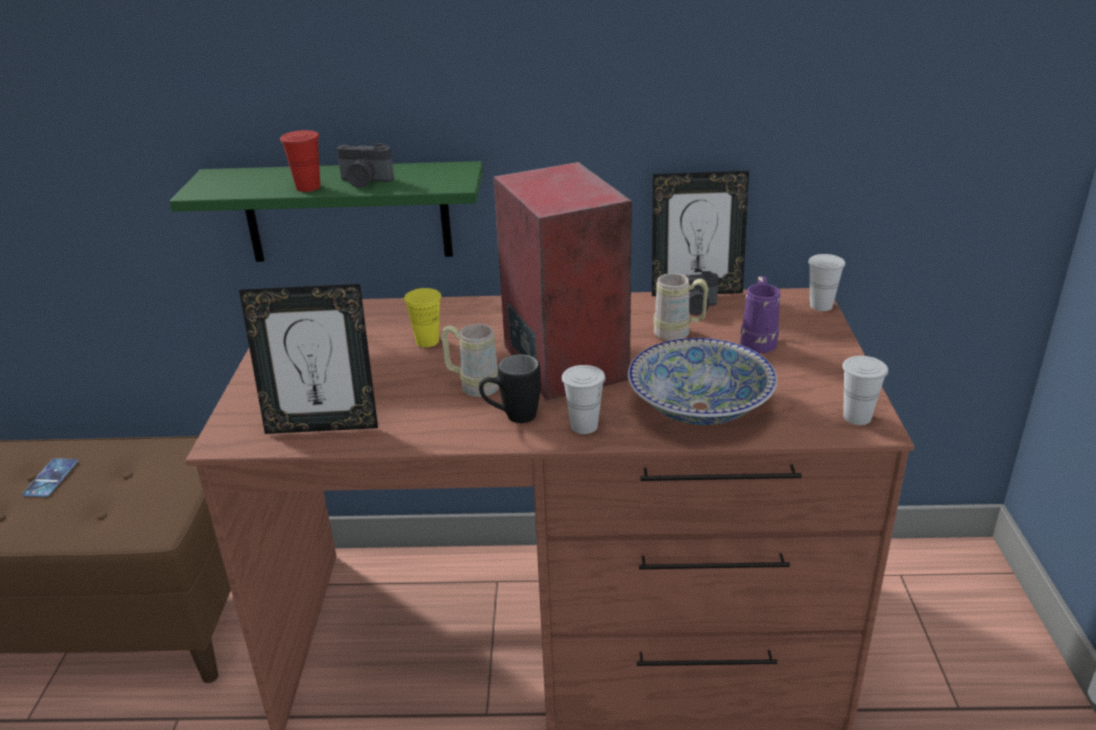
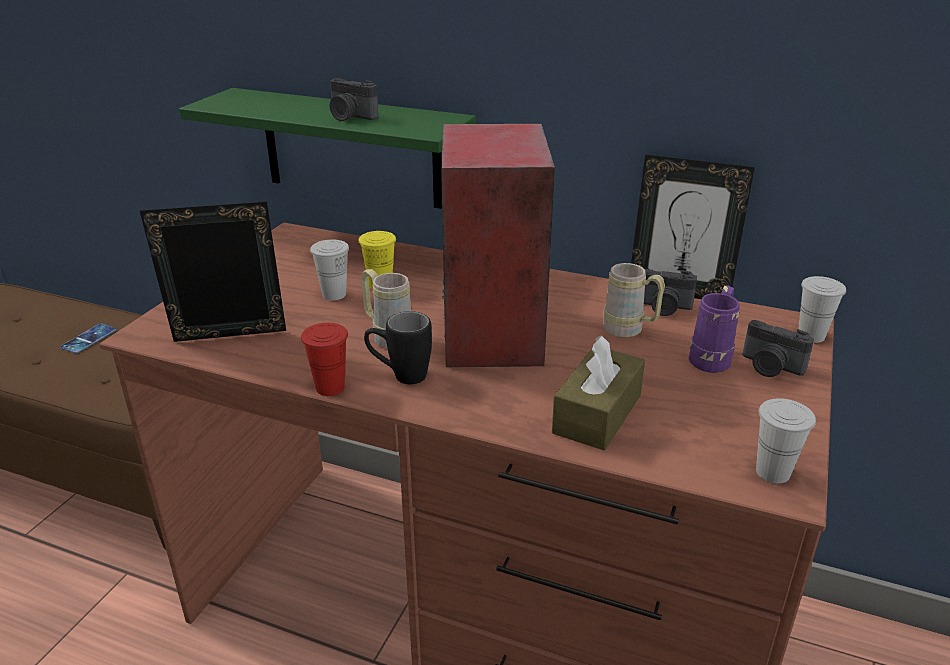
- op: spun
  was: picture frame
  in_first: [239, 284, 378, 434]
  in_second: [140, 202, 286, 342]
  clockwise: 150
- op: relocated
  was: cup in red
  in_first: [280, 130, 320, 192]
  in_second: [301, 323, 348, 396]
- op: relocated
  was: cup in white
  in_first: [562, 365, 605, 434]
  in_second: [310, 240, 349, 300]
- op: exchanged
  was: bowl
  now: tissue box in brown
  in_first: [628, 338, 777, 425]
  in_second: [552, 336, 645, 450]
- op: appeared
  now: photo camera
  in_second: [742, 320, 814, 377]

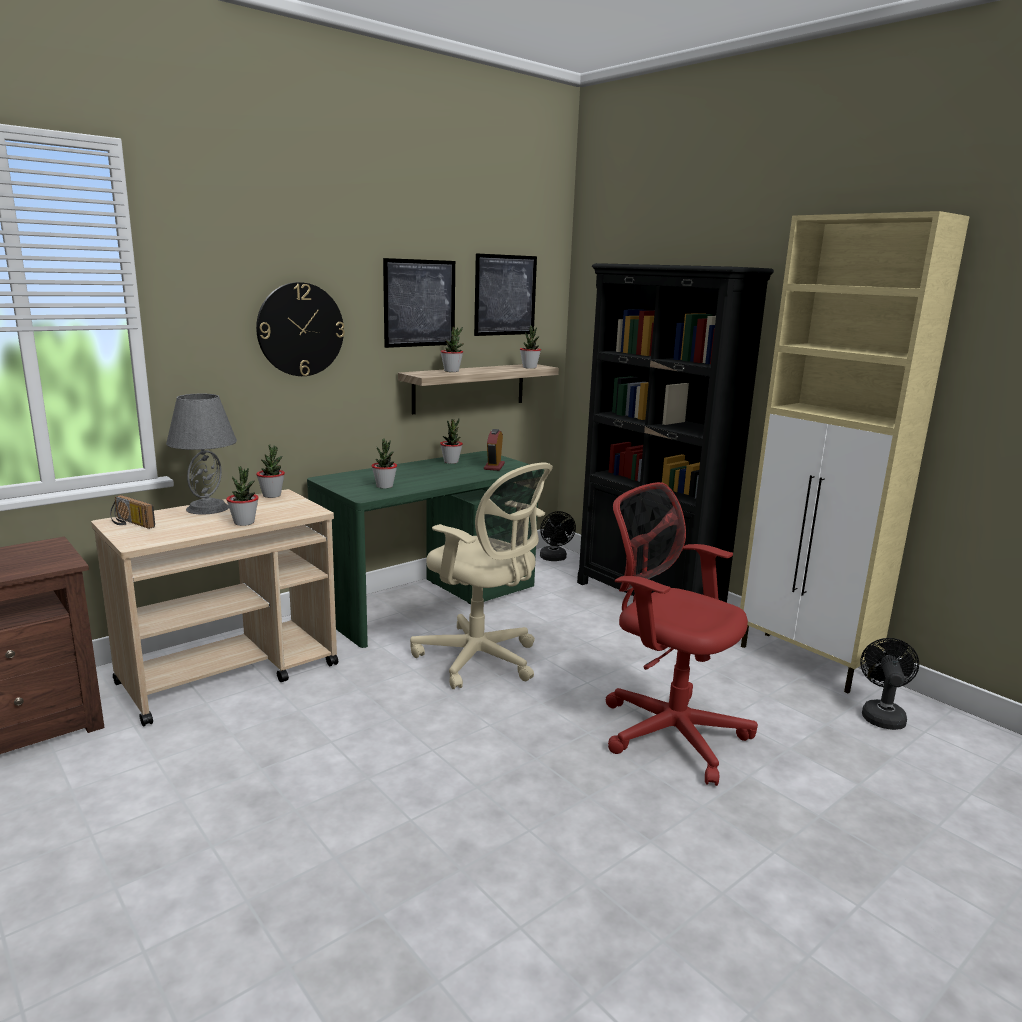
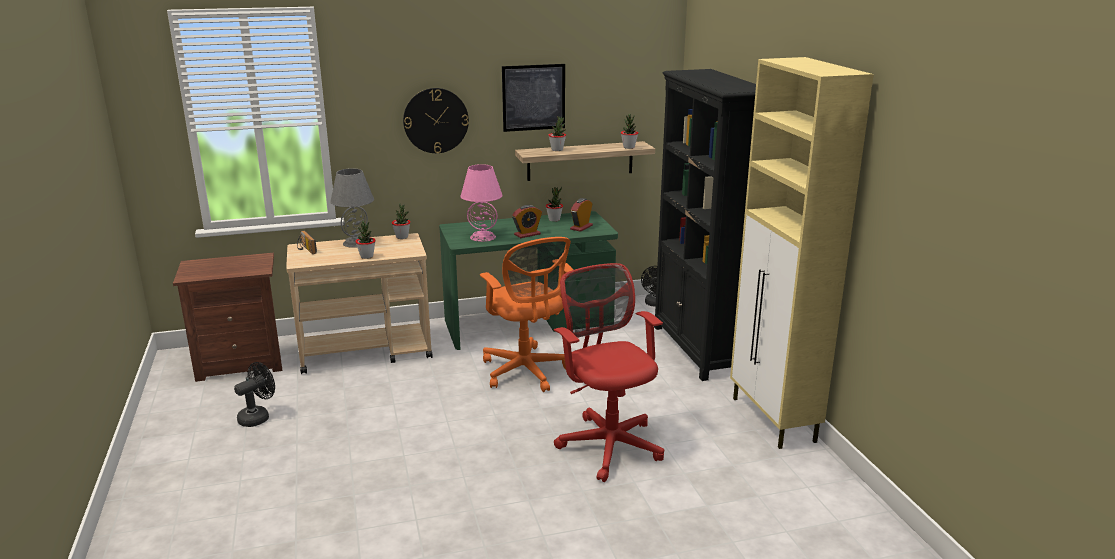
- op: exchanged
  was: potted plant
  now: table lamp in pink
  in_first: [372, 438, 397, 489]
  in_second: [460, 164, 502, 242]
- op: colour
  was: office chair in beige
  now: office chair in orange
  in_first: [410, 463, 553, 689]
  in_second: [480, 237, 573, 392]
- op: missing
  was: picture
  in_first: [474, 253, 537, 336]
- op: relocated
  was: fan in black
  in_first: [860, 638, 919, 730]
  in_second: [234, 362, 275, 427]
- op: appeared
  now: alarm clock
  in_second: [512, 205, 542, 238]

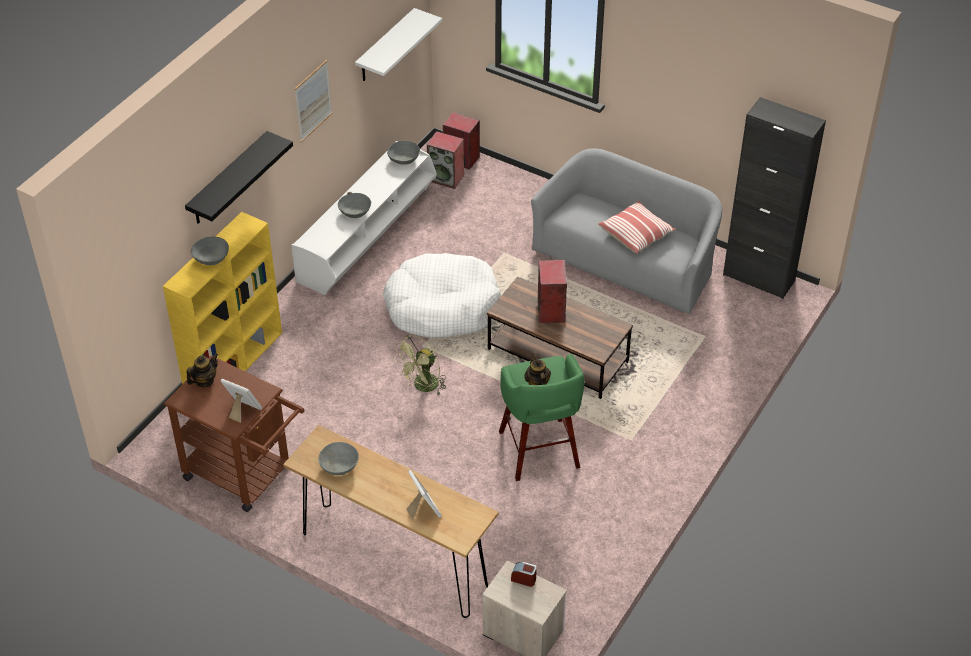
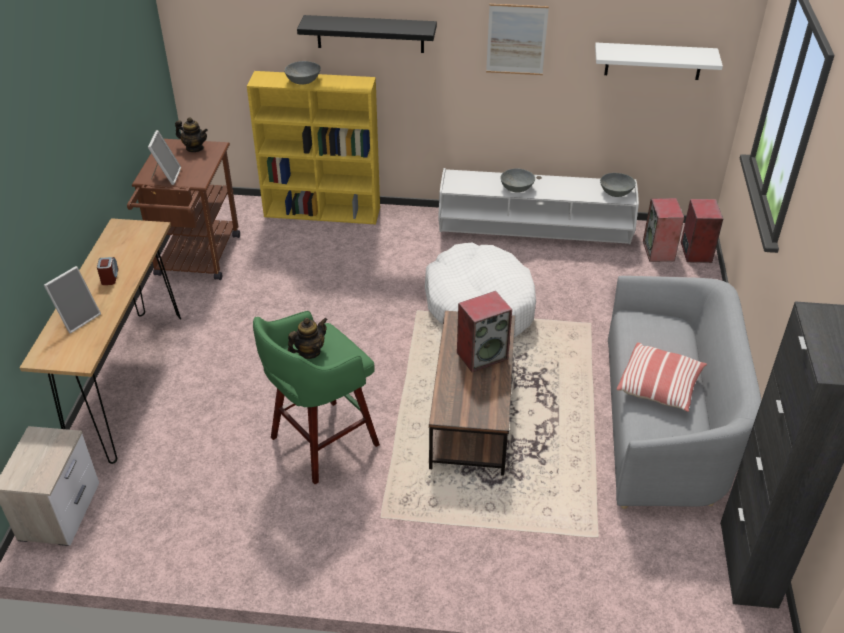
- op: missing
  was: bowl in grey
  in_first: [318, 442, 359, 475]
- op: missing
  was: fan in green
  in_first: [394, 335, 446, 396]
- op: relocated
  was: alarm clock
  in_first: [511, 562, 537, 587]
  in_second: [97, 257, 118, 285]

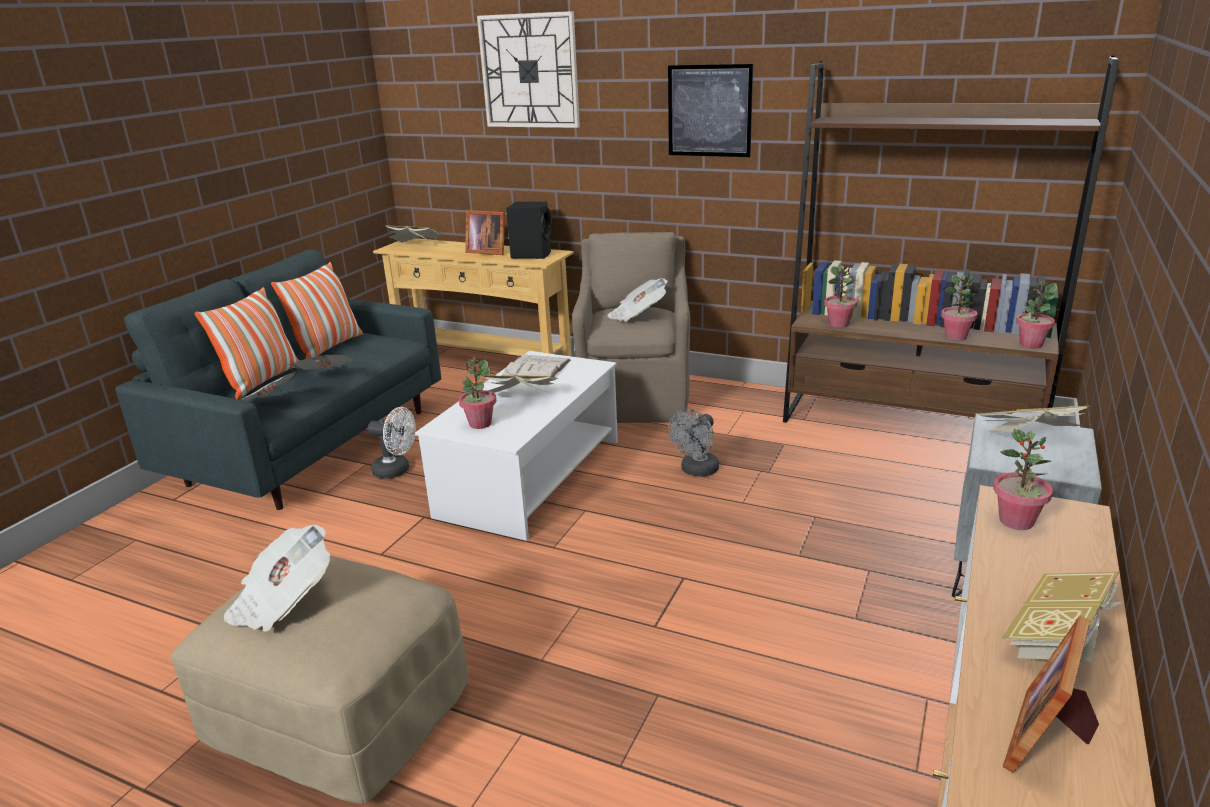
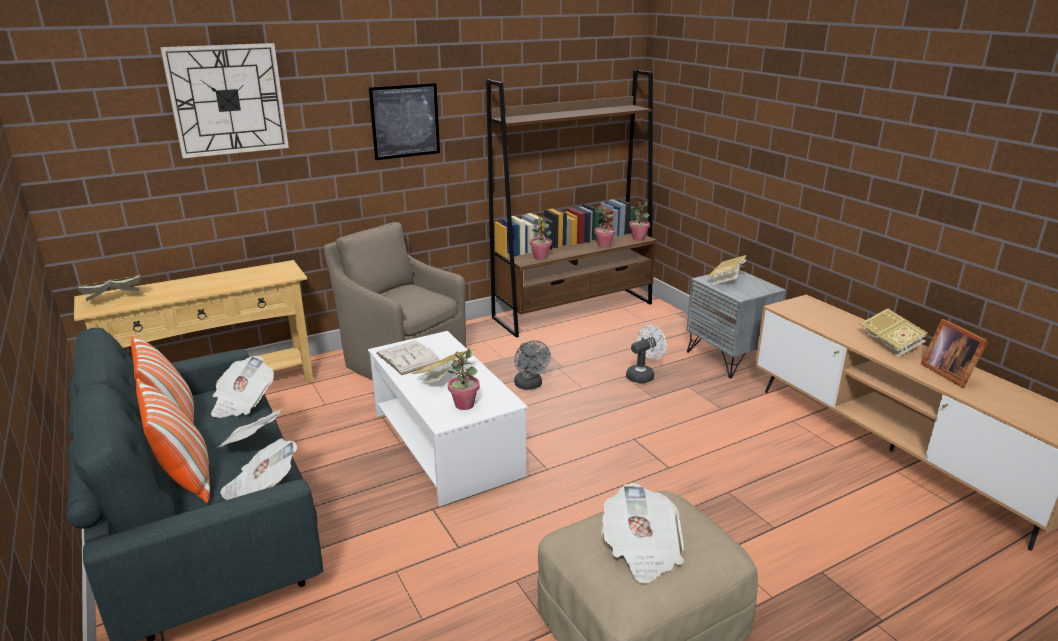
- op: relocated
  was: fan in white
  in_first: [368, 407, 416, 479]
  in_second: [626, 325, 667, 383]
- op: missing
  was: picture frame
  in_first: [465, 210, 505, 255]
- op: missing
  was: speaker in black
  in_first: [506, 201, 552, 259]
- op: relocated
  was: newspaper
  in_first: [607, 278, 668, 322]
  in_second: [211, 356, 274, 418]
- op: missing
  was: potted plant
  in_first: [993, 429, 1053, 530]

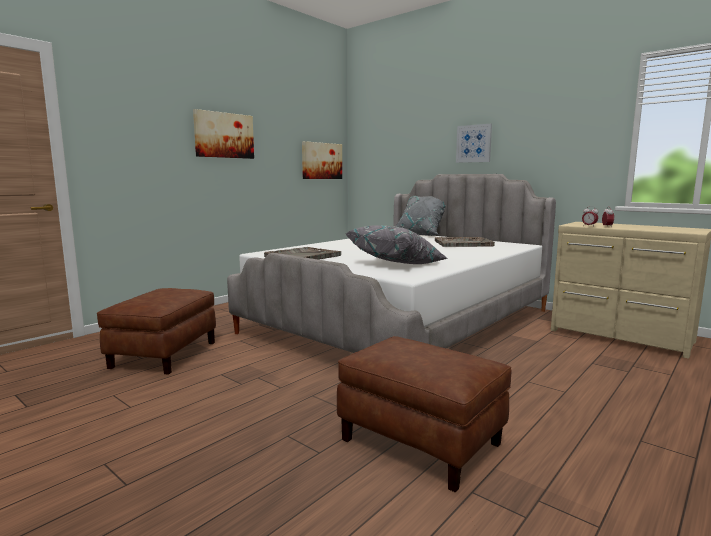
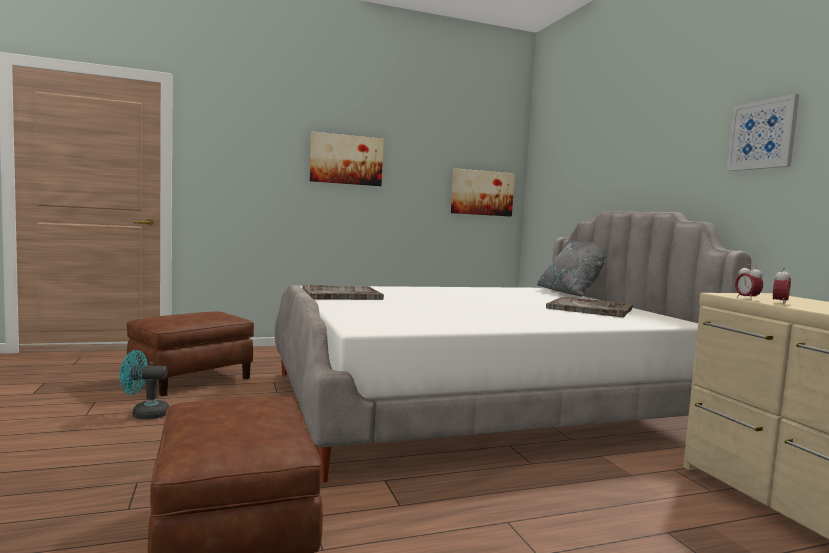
- op: missing
  was: pillow in grey
  in_first: [346, 225, 448, 264]
- op: relocated
  was: picture
  in_first: [456, 124, 492, 163]
  in_second: [727, 94, 799, 171]
- op: appeared
  now: fan in turquoise
  in_second: [120, 350, 169, 419]

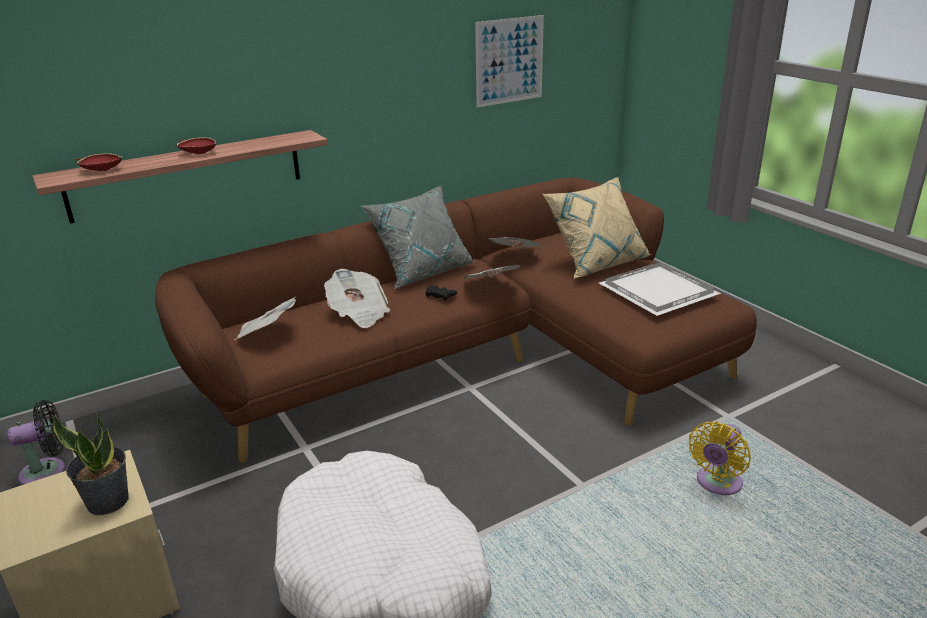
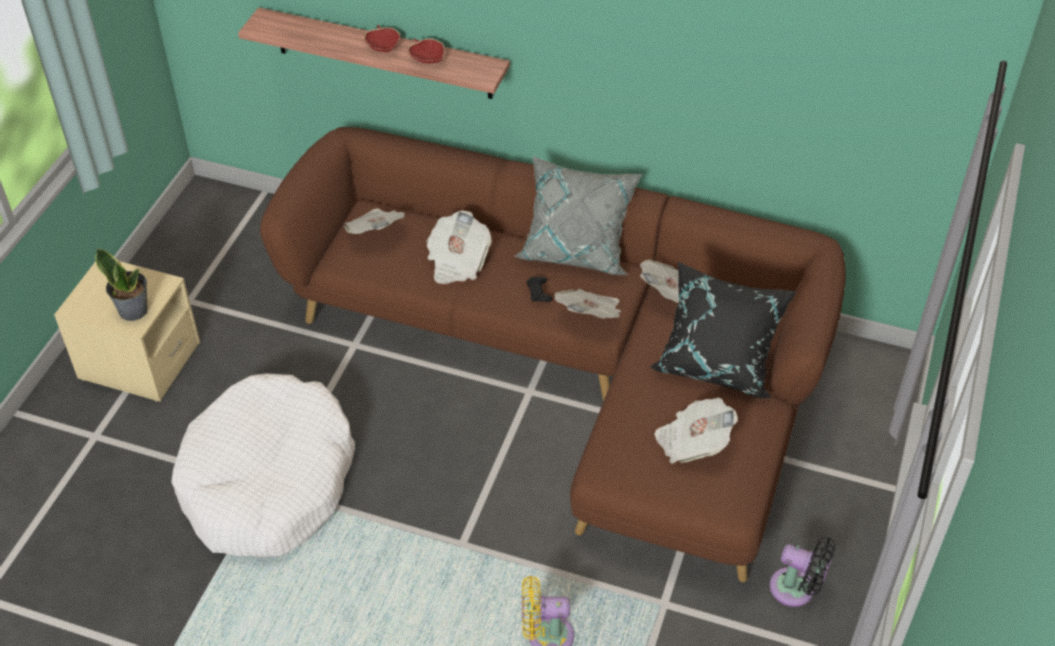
- op: relocated
  was: fan in black
  in_first: [7, 400, 65, 485]
  in_second: [770, 537, 836, 607]
- op: relocated
  was: bowl in red
  in_first: [75, 153, 122, 172]
  in_second: [408, 39, 445, 63]
- op: missing
  was: picture
  in_first: [475, 15, 544, 108]
- op: colour
  was: pillow in beige
  now: pillow in black
  in_first: [543, 177, 651, 279]
  in_second: [649, 261, 796, 398]
- op: exchanged
  was: tray in white
  now: newspaper
  in_first: [599, 262, 721, 316]
  in_second: [654, 398, 738, 464]

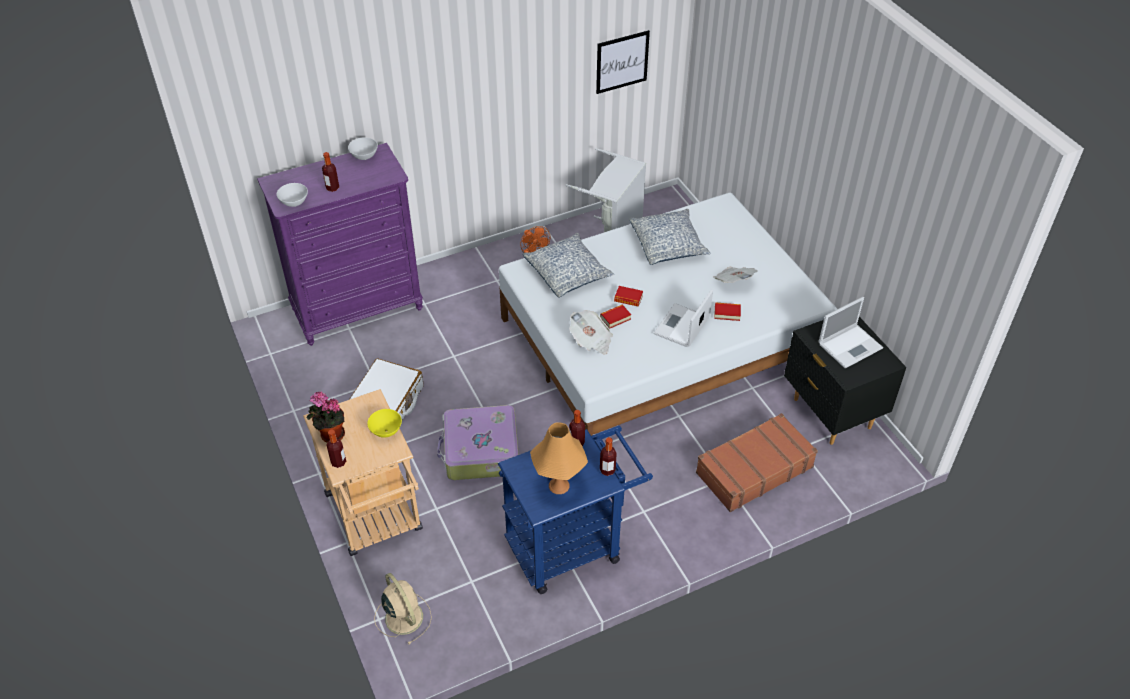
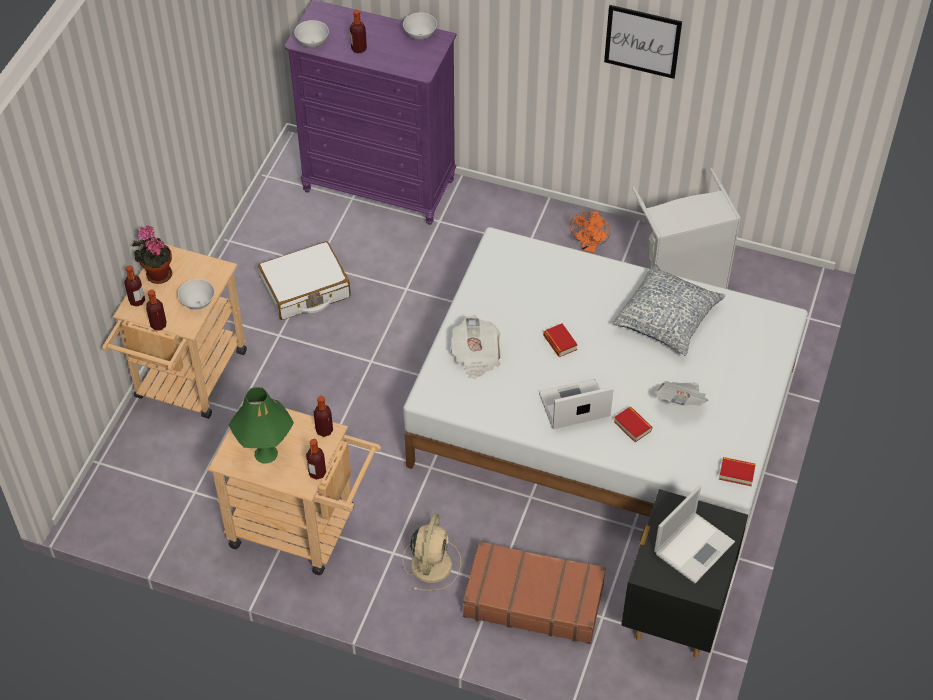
- op: colour
  was: bowl in yellow
  now: bowl in white
  in_first: [367, 409, 402, 438]
  in_second: [178, 279, 215, 310]
- op: relocated
  was: fan in beige
  in_first: [374, 573, 432, 645]
  in_second: [403, 514, 461, 591]
- op: missing
  was: suitcase
  in_first: [437, 405, 519, 480]
- op: colour
  was: cart in blue
  now: cart in beige
  in_first: [498, 426, 653, 594]
  in_second: [208, 402, 381, 575]
- op: missing
  was: pillow
  in_first: [523, 233, 614, 298]
- op: colour
  was: table lamp in orange
  now: table lamp in green
  in_first: [530, 422, 588, 494]
  in_second: [229, 387, 294, 463]
- op: relocated
  was: picture
  in_first: [596, 30, 650, 94]
  in_second: [604, 5, 682, 79]
- op: relocated
  was: book
  in_first: [600, 305, 631, 329]
  in_second: [719, 457, 756, 486]
- op: spun
  was: laptop
  in_first: [819, 297, 883, 368]
  in_second: [654, 485, 735, 583]
  clockwise: -60
- op: appeared
  now: bottle
  in_second: [146, 290, 167, 331]

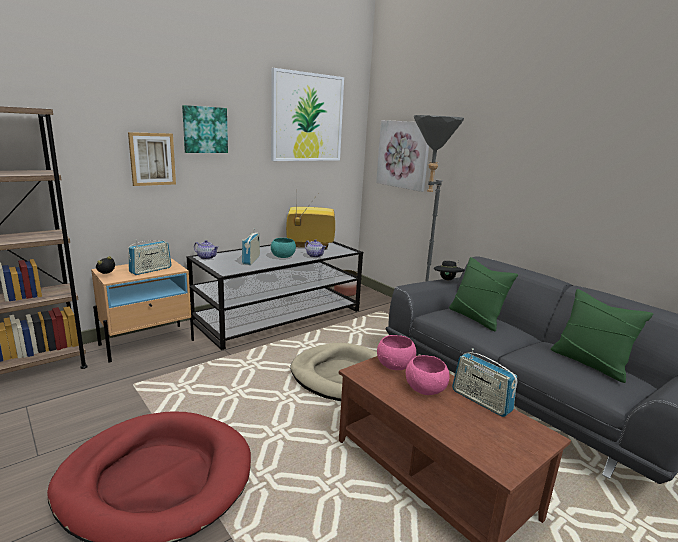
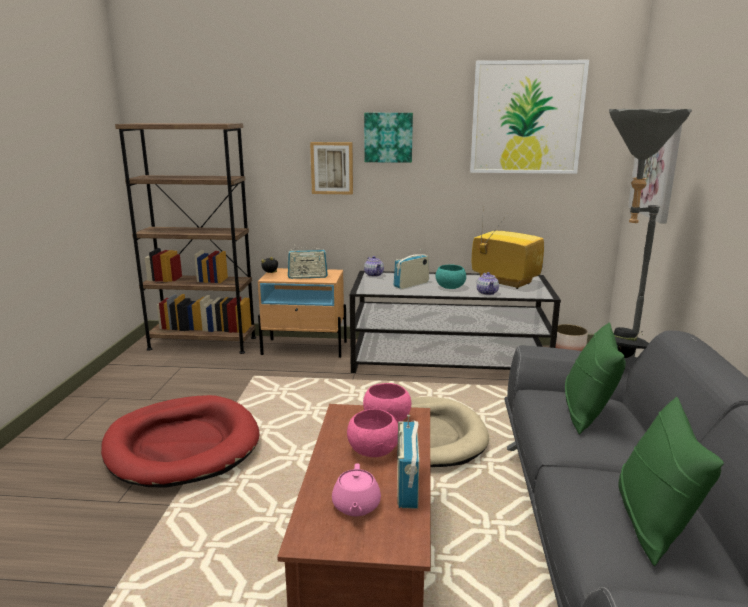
- op: appeared
  now: teapot in pink
  in_second: [332, 463, 381, 516]

